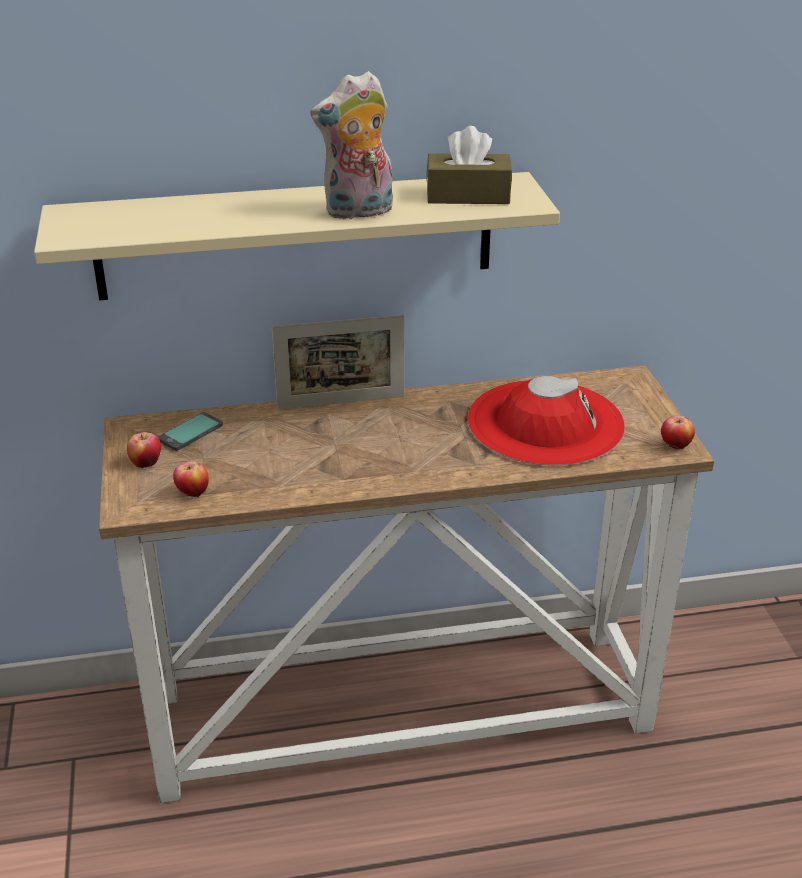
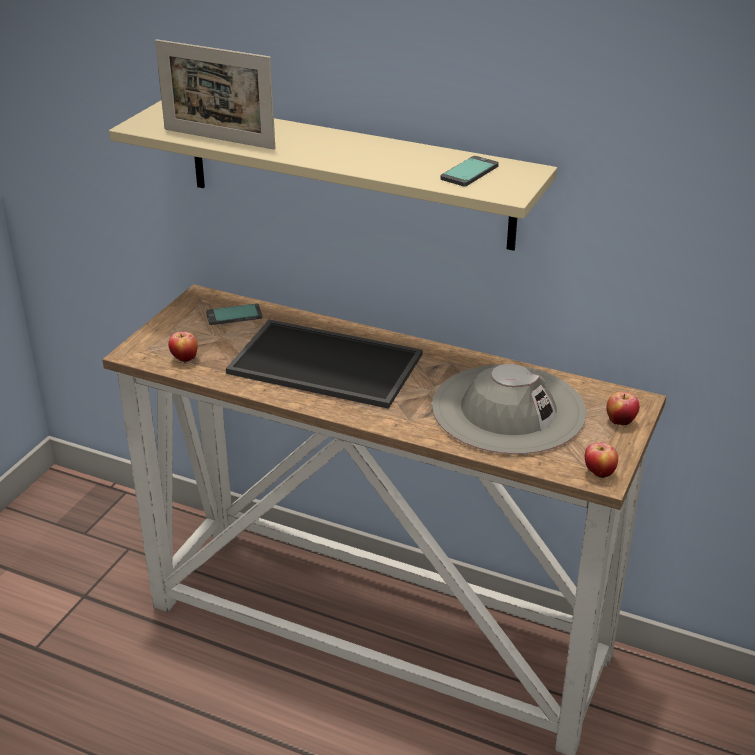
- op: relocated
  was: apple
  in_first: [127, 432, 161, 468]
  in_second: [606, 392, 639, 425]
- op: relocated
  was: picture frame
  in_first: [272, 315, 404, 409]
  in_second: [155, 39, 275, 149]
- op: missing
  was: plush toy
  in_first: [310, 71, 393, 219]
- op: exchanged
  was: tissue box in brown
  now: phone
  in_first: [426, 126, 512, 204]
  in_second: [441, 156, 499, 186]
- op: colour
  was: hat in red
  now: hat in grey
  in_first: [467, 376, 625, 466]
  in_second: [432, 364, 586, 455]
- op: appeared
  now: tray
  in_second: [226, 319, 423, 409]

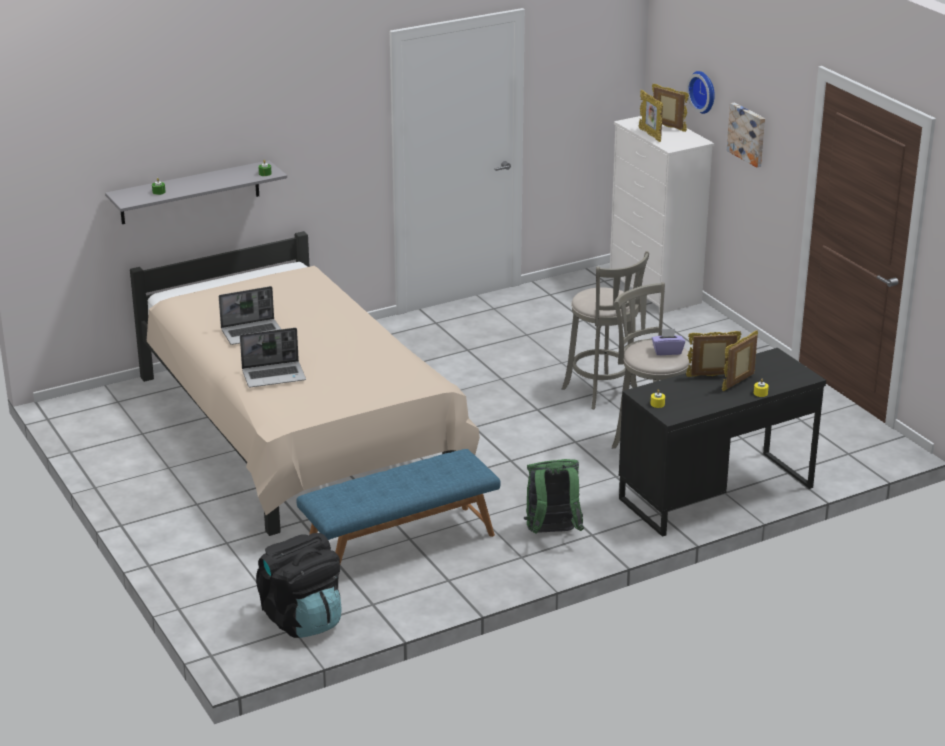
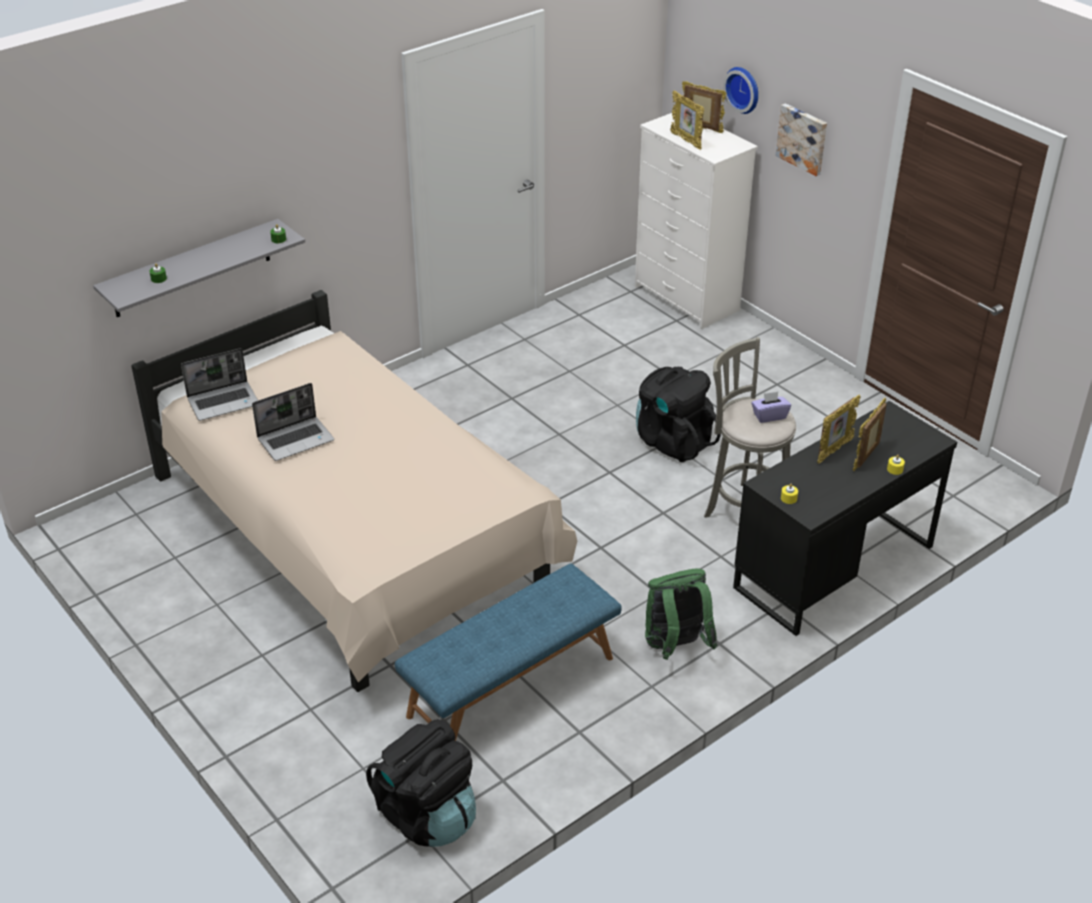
- op: relocated
  was: laptop
  in_first: [240, 328, 306, 387]
  in_second: [181, 348, 258, 421]
- op: exchanged
  was: stool in grey
  now: backpack in black
  in_first: [562, 251, 649, 409]
  in_second: [636, 367, 721, 462]
- op: spun
  was: picture frame
  in_first: [686, 331, 741, 377]
  in_second: [817, 395, 861, 464]
  clockwise: 150

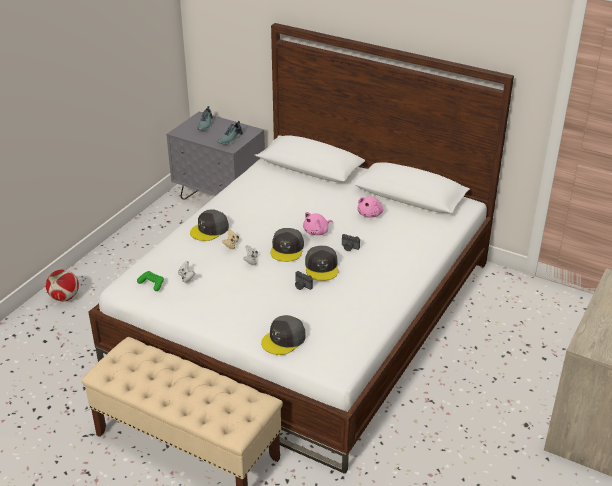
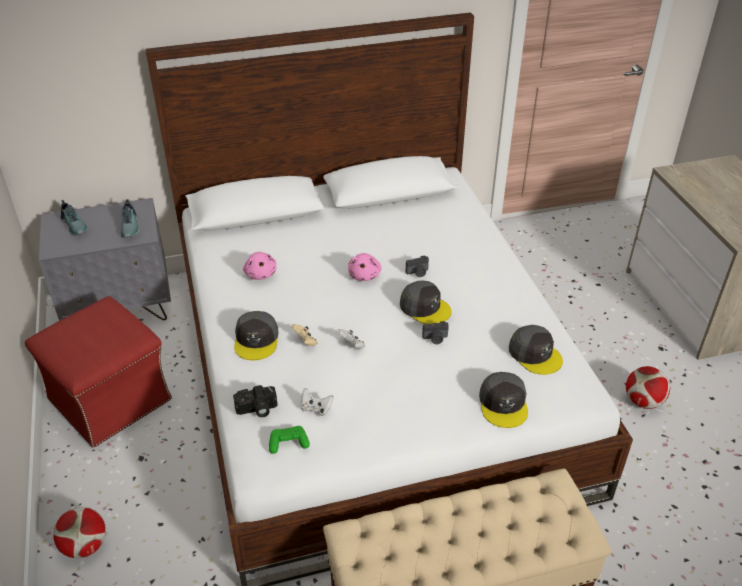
- op: relocated
  was: cap in grey
  in_first: [271, 228, 304, 262]
  in_second: [509, 325, 563, 375]
- op: relocated
  was: plush toy in pink
  in_first: [357, 197, 383, 218]
  in_second: [243, 252, 276, 280]
- op: appeared
  now: ottoman in red
  in_second: [25, 296, 172, 448]
- op: appeared
  now: photo camera
  in_second: [233, 385, 278, 417]
- op: appeared
  now: football
  in_second: [626, 366, 670, 409]

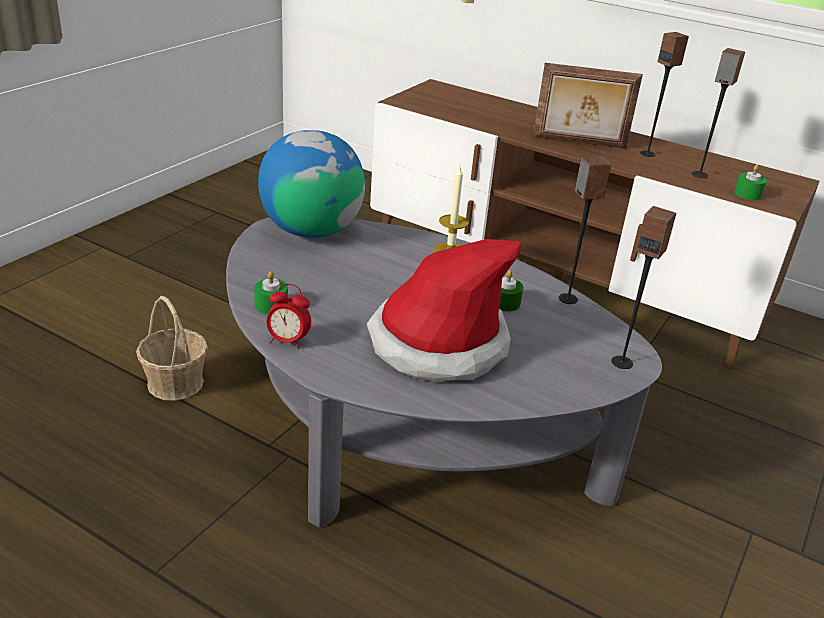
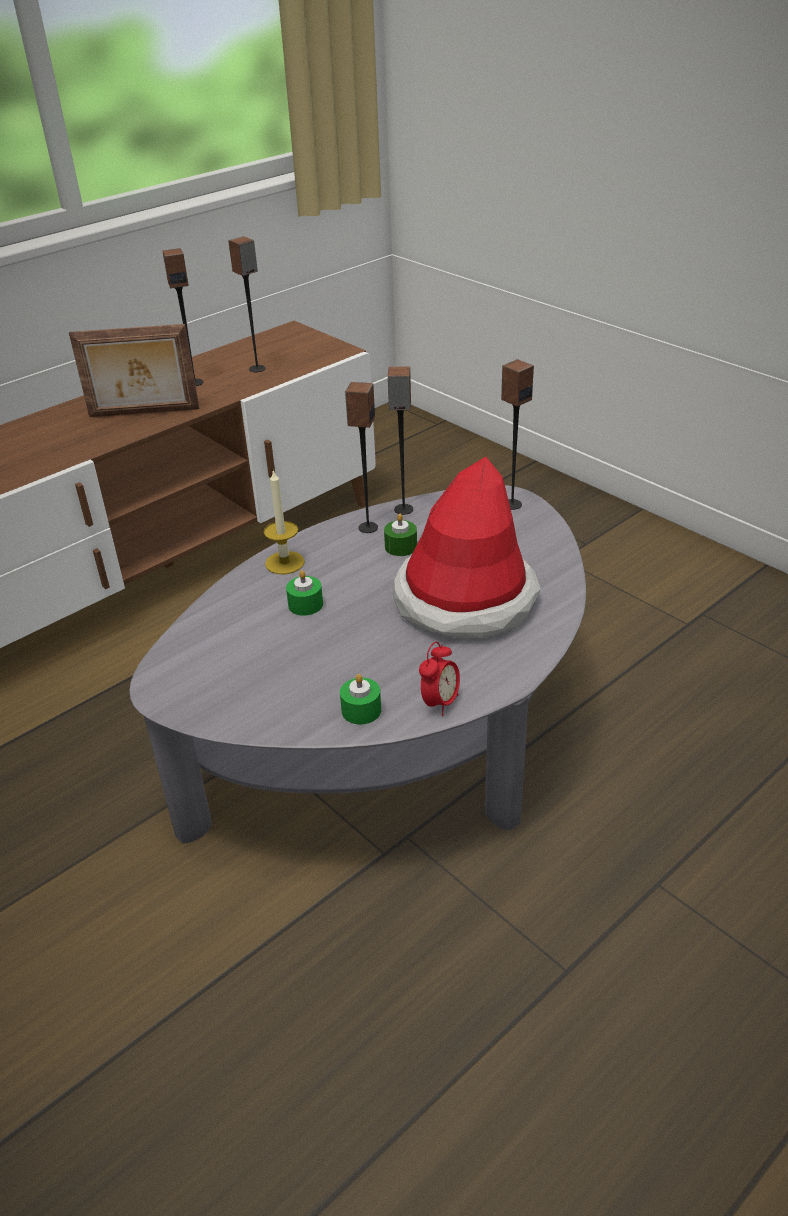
- op: missing
  was: basket
  in_first: [136, 296, 208, 401]
- op: missing
  was: globe
  in_first: [258, 130, 365, 238]
- op: spun
  was: picture frame
  in_first: [533, 63, 643, 149]
  in_second: [69, 324, 199, 417]
  clockwise: 60
- op: relocated
  was: candle in green
  in_first: [734, 165, 767, 200]
  in_second: [286, 570, 323, 616]
- op: appeared
  now: speaker
  in_second: [345, 382, 378, 533]

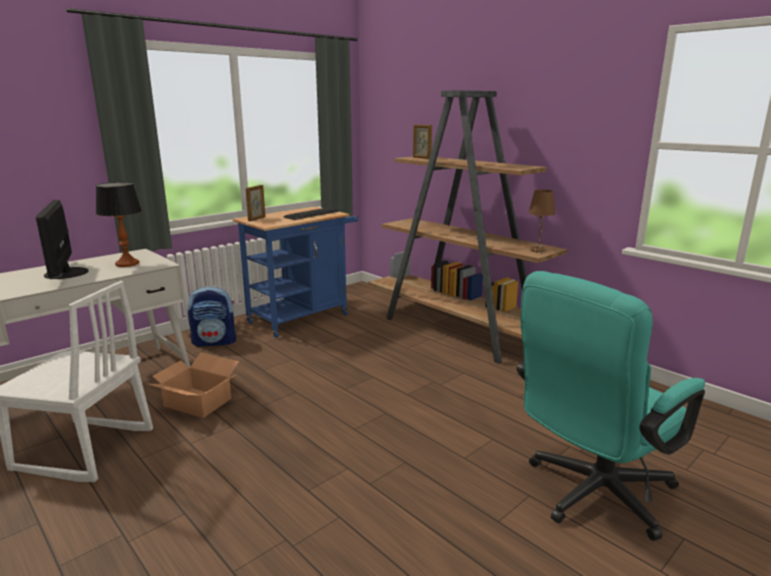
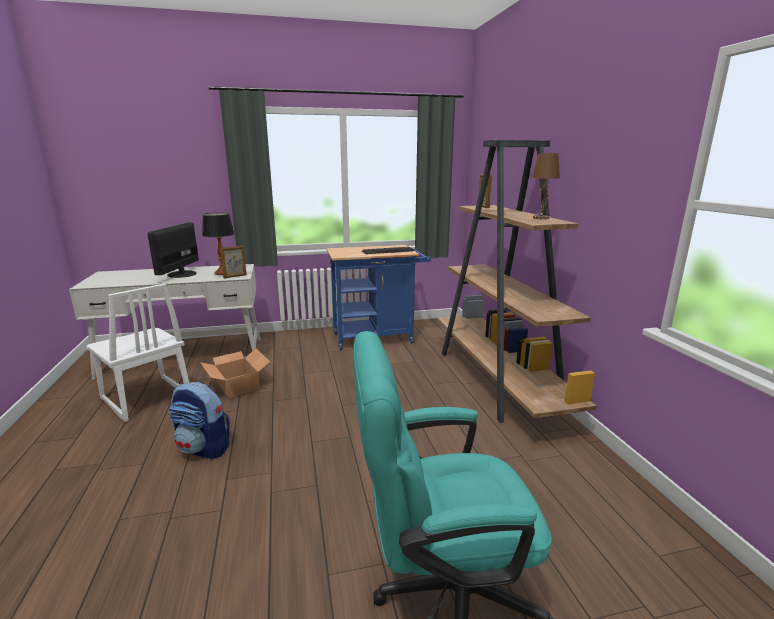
- op: relocated
  was: backpack
  in_first: [188, 286, 236, 346]
  in_second: [169, 382, 230, 460]
- op: relocated
  was: picture frame
  in_first: [246, 185, 265, 221]
  in_second: [220, 245, 247, 278]
- op: relocated
  was: table lamp in brown
  in_first: [529, 190, 555, 253]
  in_second: [532, 153, 560, 219]

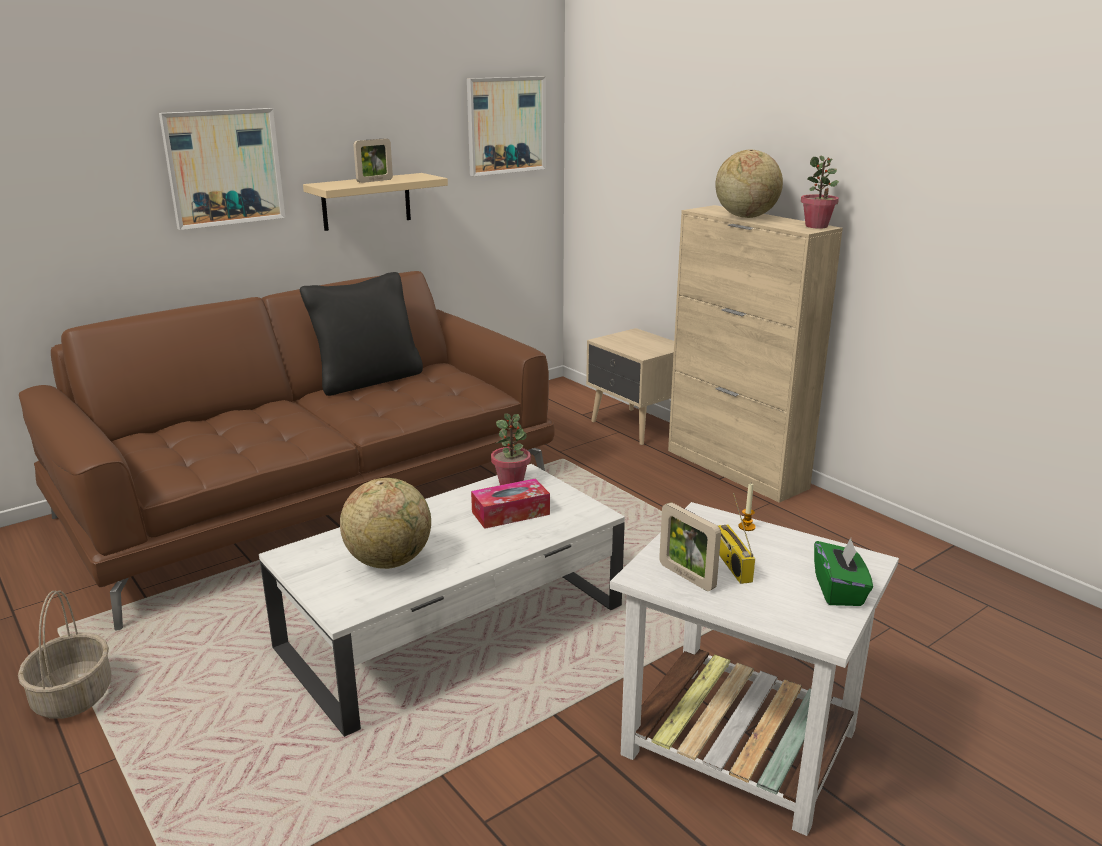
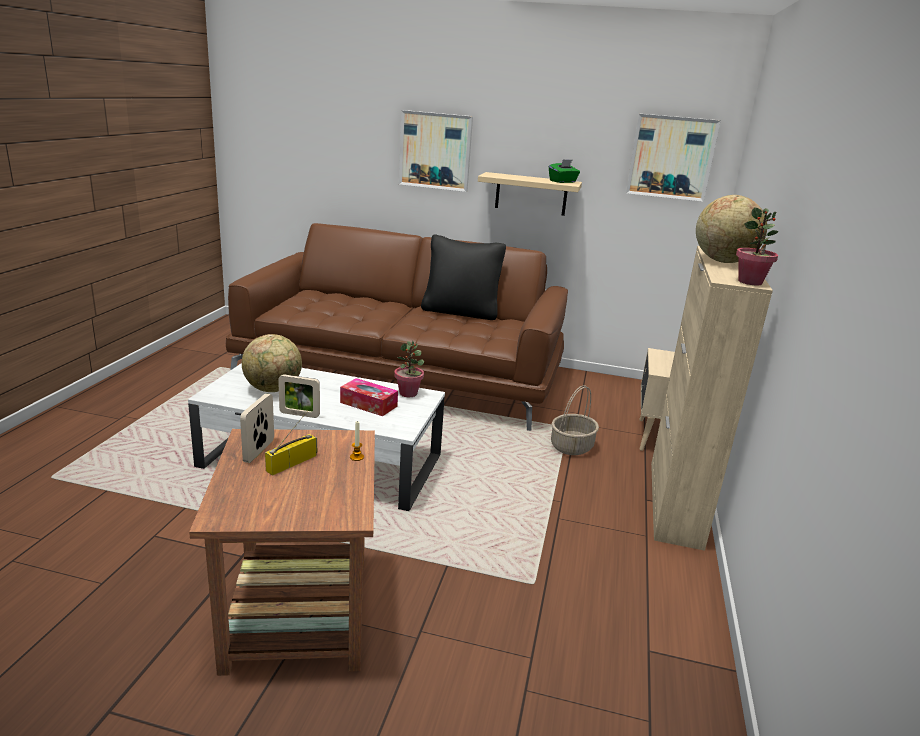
- op: relocated
  was: basket
  in_first: [18, 590, 112, 719]
  in_second: [551, 385, 599, 455]
- op: relocated
  was: picture frame
  in_first: [353, 138, 393, 183]
  in_second: [278, 374, 320, 418]
- op: colour
  was: side table in white
  now: side table in brown
  in_first: [610, 502, 899, 836]
  in_second: [189, 429, 375, 676]
- op: relocated
  was: tissue box in green
  in_first: [814, 538, 873, 606]
  in_second: [549, 159, 580, 183]

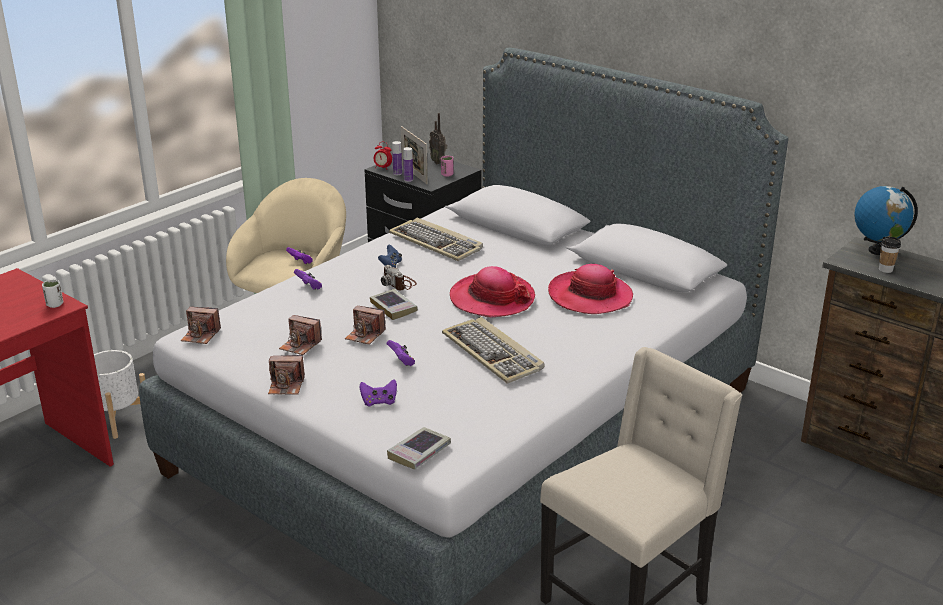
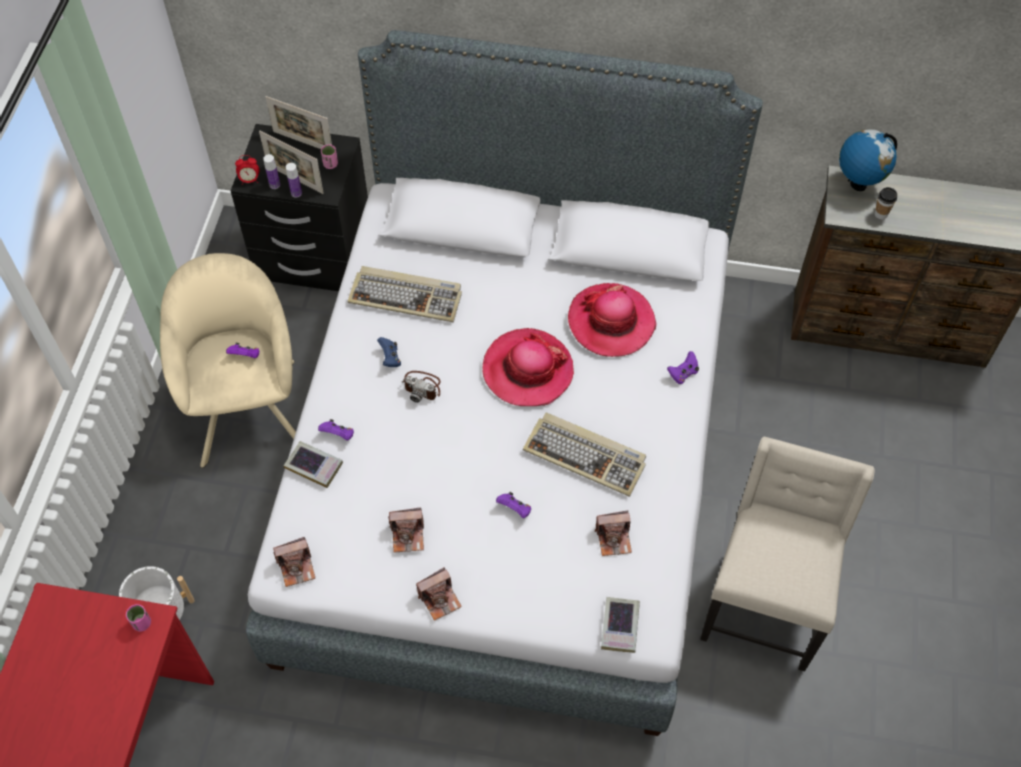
- op: colour
  was: cup in white
  now: cup in pink
  in_first: [42, 280, 63, 308]
  in_second: [126, 604, 151, 632]
- op: relocated
  was: photo camera
  in_first: [345, 306, 386, 345]
  in_second: [595, 510, 632, 556]
- op: relocated
  was: game controller in purple
  in_first: [360, 379, 397, 406]
  in_second: [667, 351, 699, 384]
- op: relocated
  was: book
  in_first: [370, 289, 418, 320]
  in_second: [284, 441, 343, 488]
- op: exchanged
  was: radio
  now: picture frame
  in_first: [429, 113, 447, 164]
  in_second: [265, 96, 332, 149]

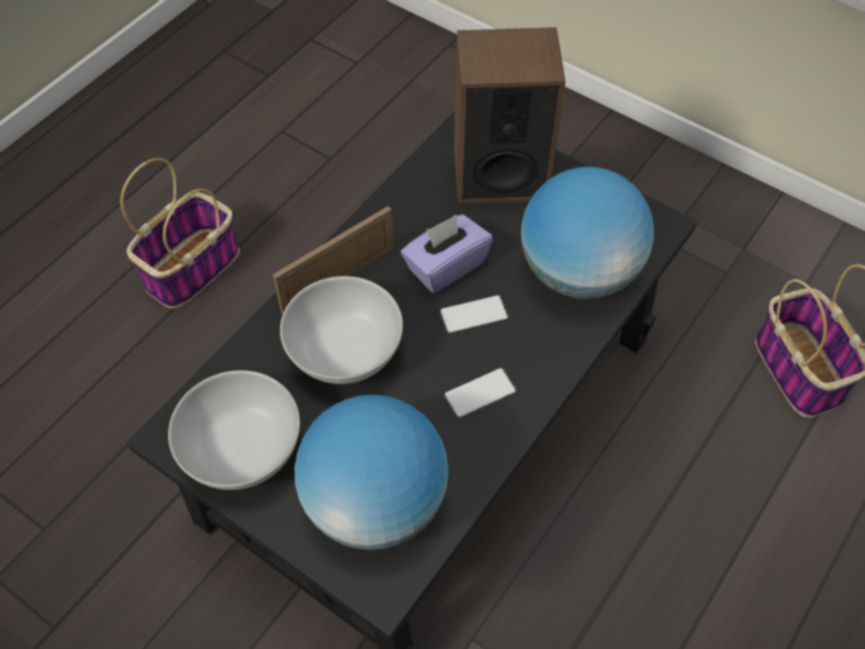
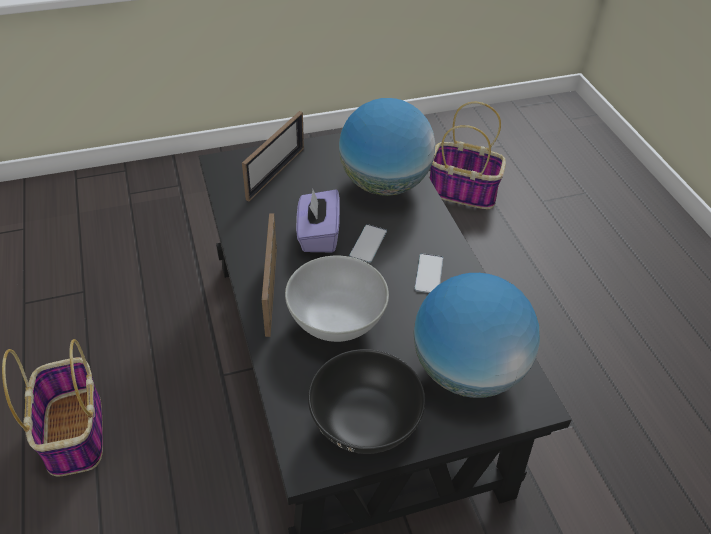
- op: colour
  was: bowl in white
  now: bowl in black
  in_first: [168, 370, 300, 490]
  in_second: [308, 349, 425, 454]
- op: exchanged
  was: speaker
  now: picture frame
  in_first: [454, 27, 566, 204]
  in_second: [242, 111, 304, 201]

